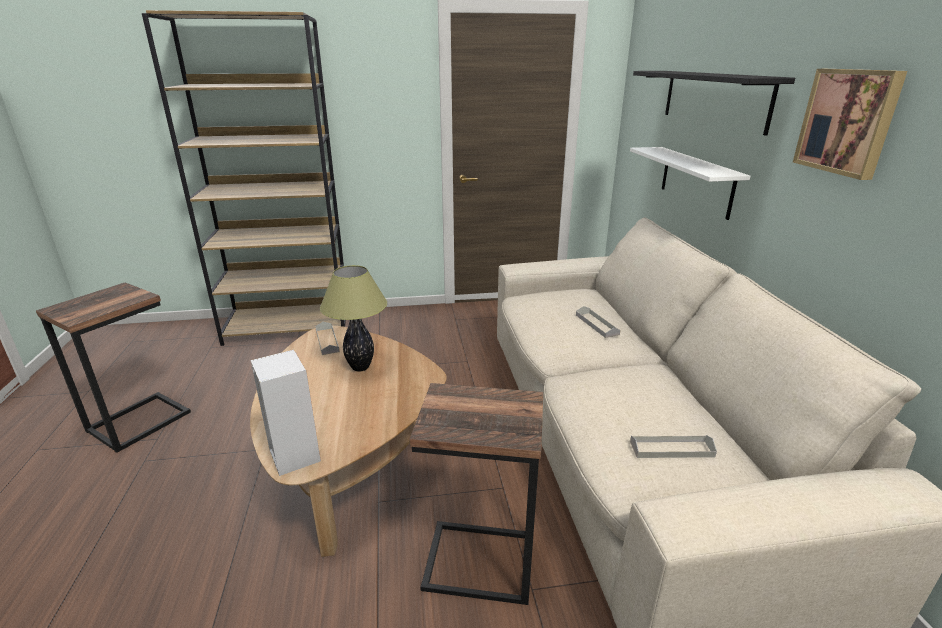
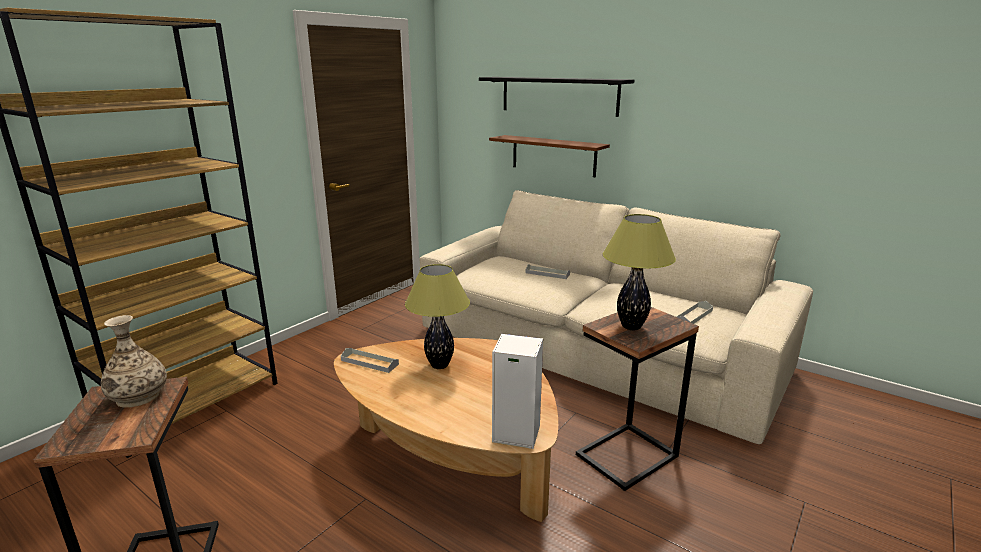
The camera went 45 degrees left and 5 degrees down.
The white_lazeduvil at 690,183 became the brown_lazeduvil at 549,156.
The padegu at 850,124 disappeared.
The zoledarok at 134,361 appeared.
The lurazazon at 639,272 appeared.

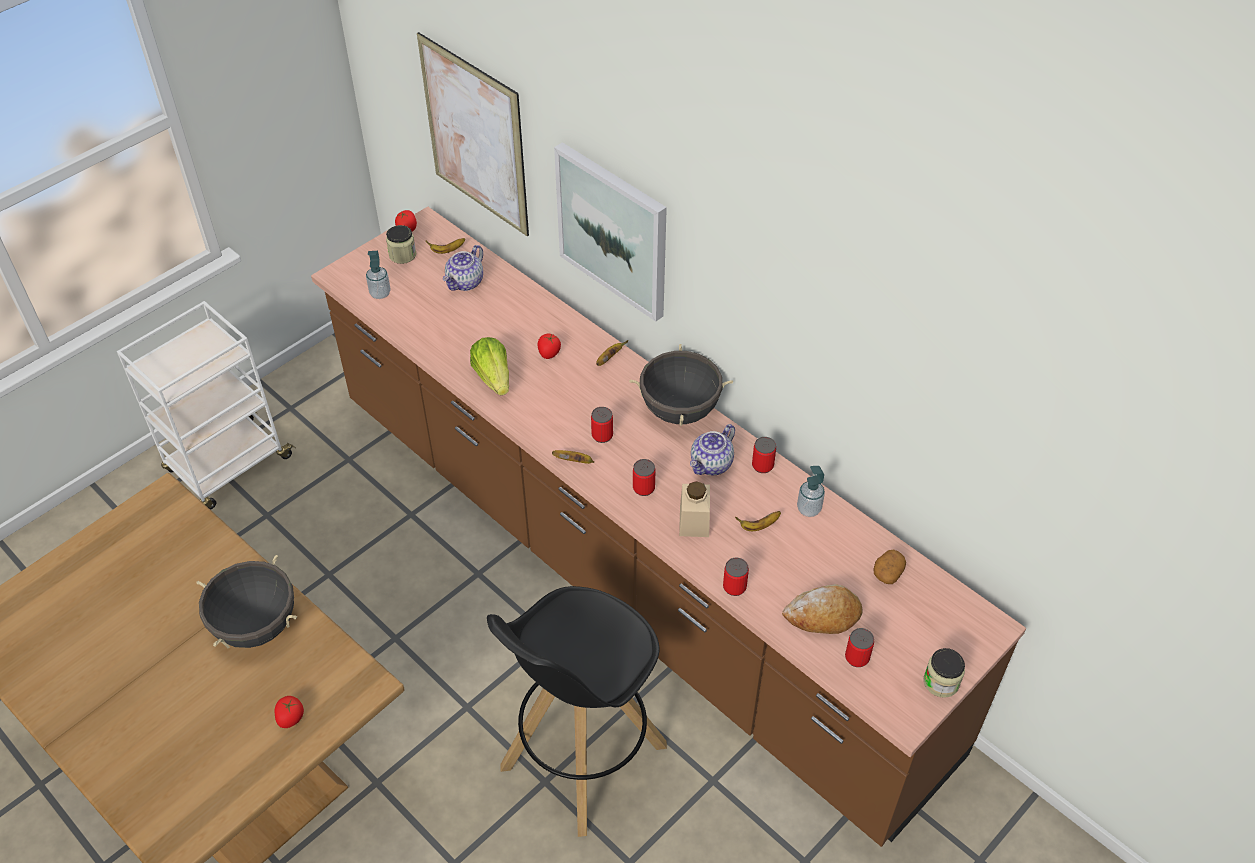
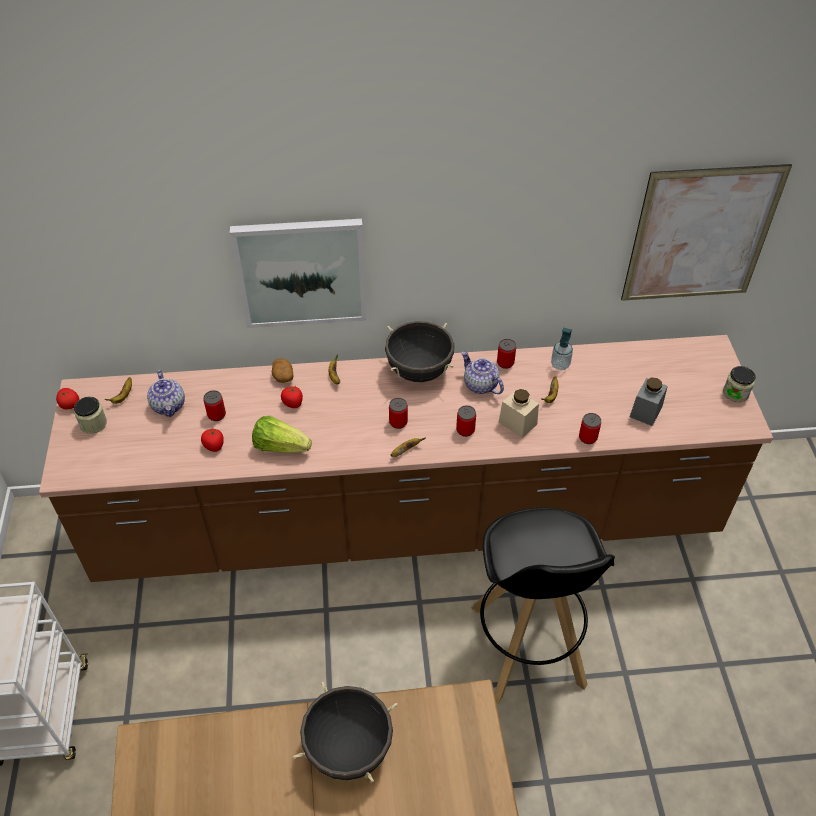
The camera went 50 degrees left and 0 degrees up.
The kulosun moved from 289,712 to 212,440.
The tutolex at 378,275 disappeared.
The padegu moved from 473,134 to 706,232.
The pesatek at 712,449 turned 150 degrees clockwise.
The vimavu at 822,609 was replaced by the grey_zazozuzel at 649,402.
The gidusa moved from 859,647 to 215,405.
The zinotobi moved from 889,566 to 282,371.

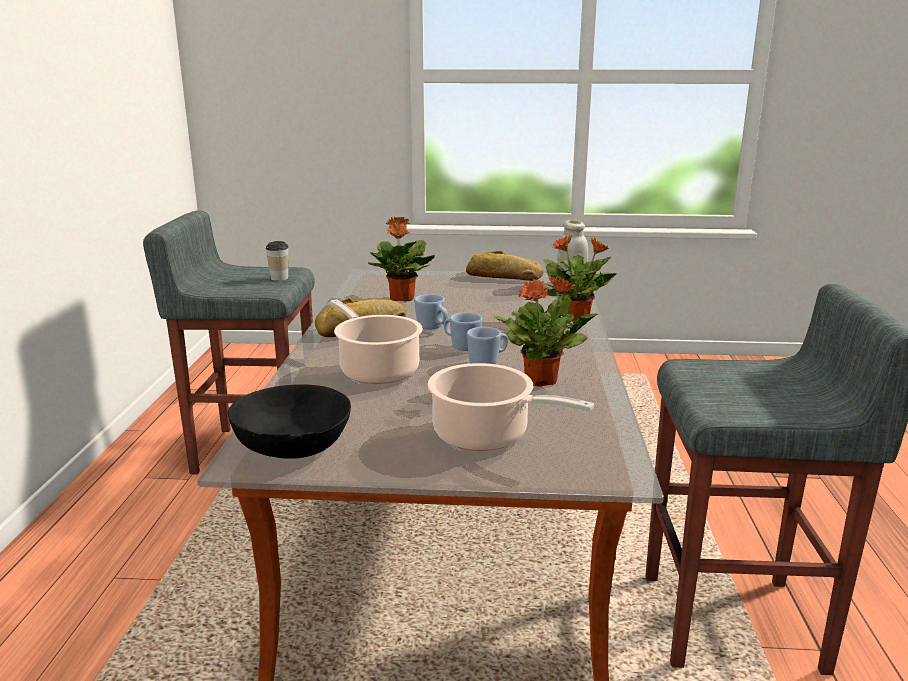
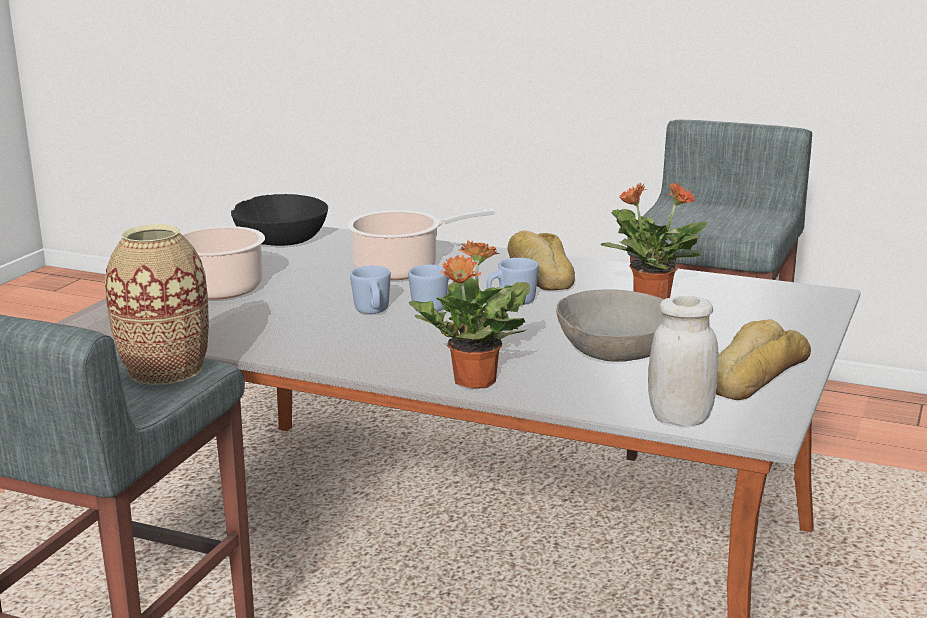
The camera went 110 degrees right and 0 degrees up.
The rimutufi at 277,261 disappeared.
The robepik at 545,332 disappeared.
The zoledarok at 157,304 appeared.
The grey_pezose at 610,325 appeared.

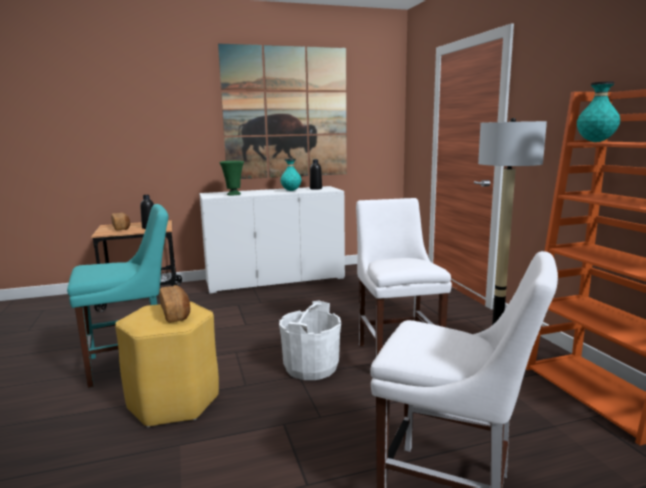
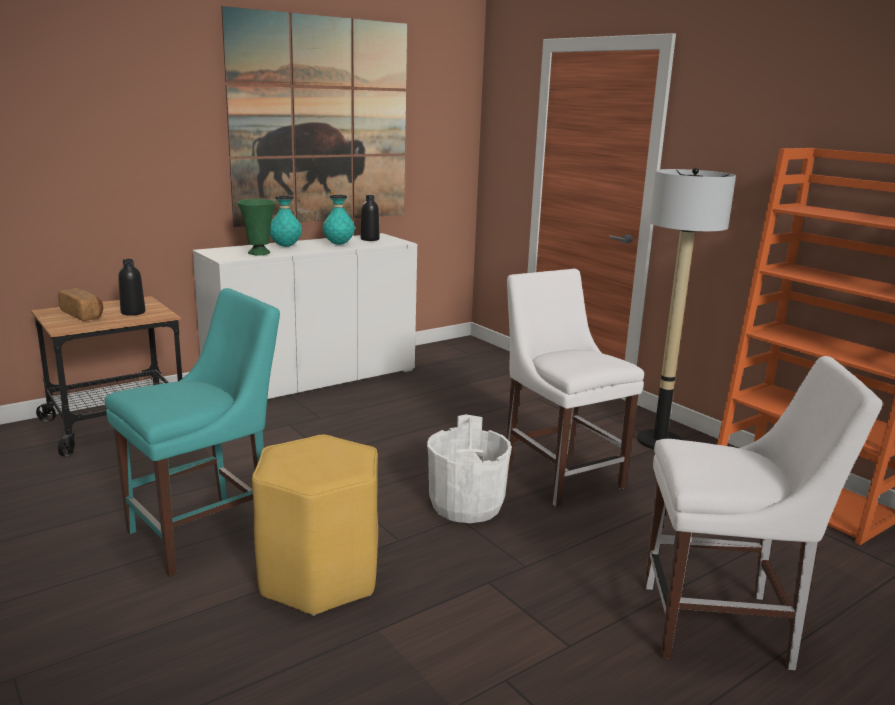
The camera went 20 degrees left and 5 degrees up.
The vimavu at 174,304 disappeared.
The turquoise_zoledarok moved from 599,112 to 286,221.

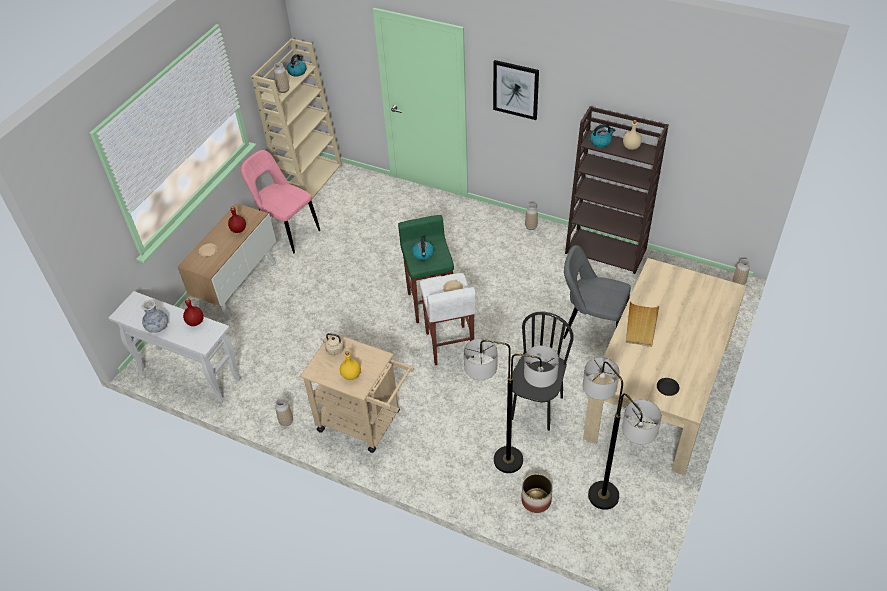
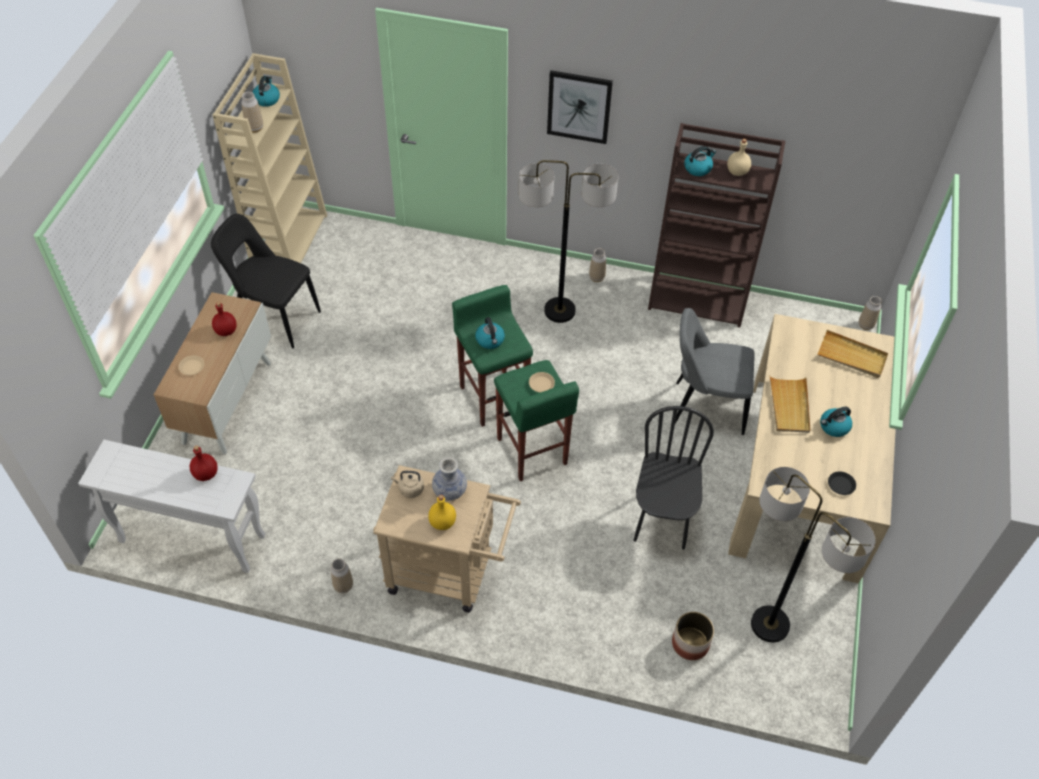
The camera went 15 degrees left and 5 degrees up.
The zoledarok moved from 155,316 to 449,479.
The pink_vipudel at 280,202 became the black_vipudel at 266,281.
The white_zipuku at 448,319 became the green_zipuku at 536,421.
The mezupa moved from 511,405 to 568,241.
The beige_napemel at 852,354 appeared.
The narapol at 836,422 appeared.

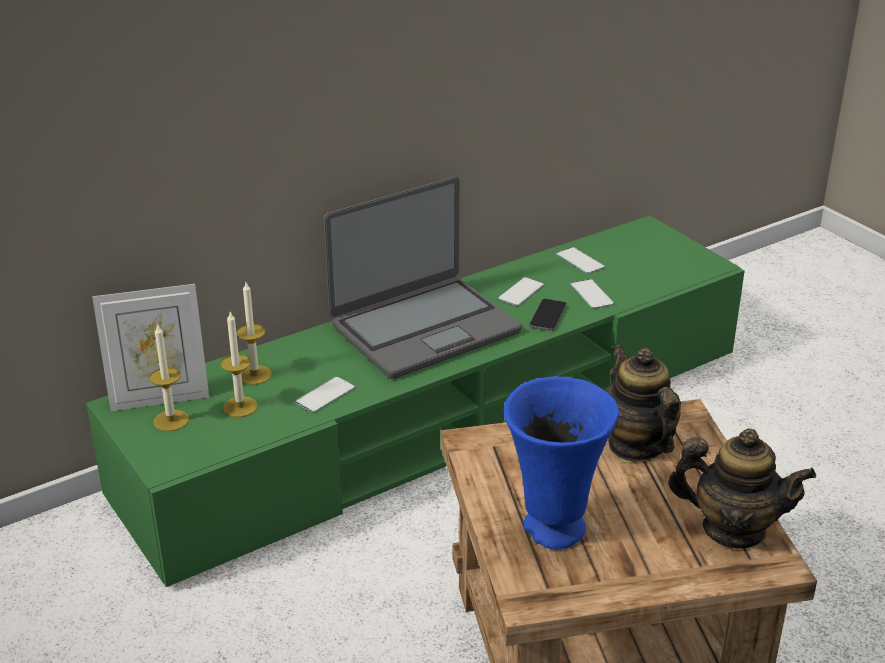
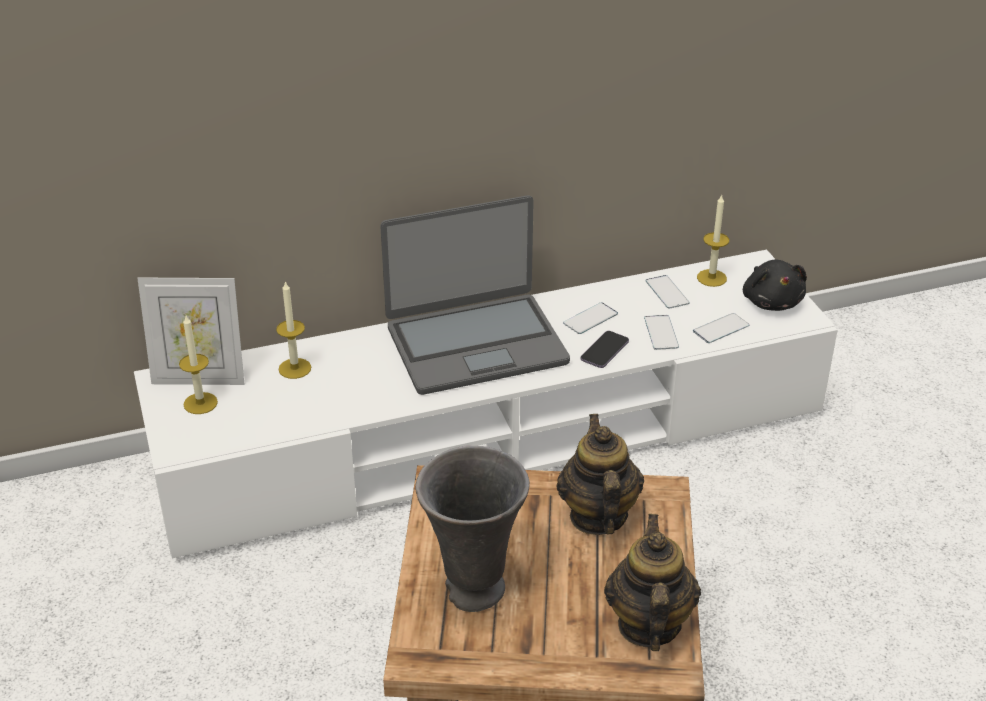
The camera went 15 degrees right and 5 degrees up.
The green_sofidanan at 415,401 became the white_sofidanan at 486,404.
The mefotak moved from 239,364 to 713,240.
The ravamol moved from 325,395 to 721,328.
The blue_zoledarok at 561,462 became the grey_zoledarok at 472,529.
The pesatek at 742,488 turned 120 degrees counterclockwise.
The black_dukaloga at 775,285 appeared.

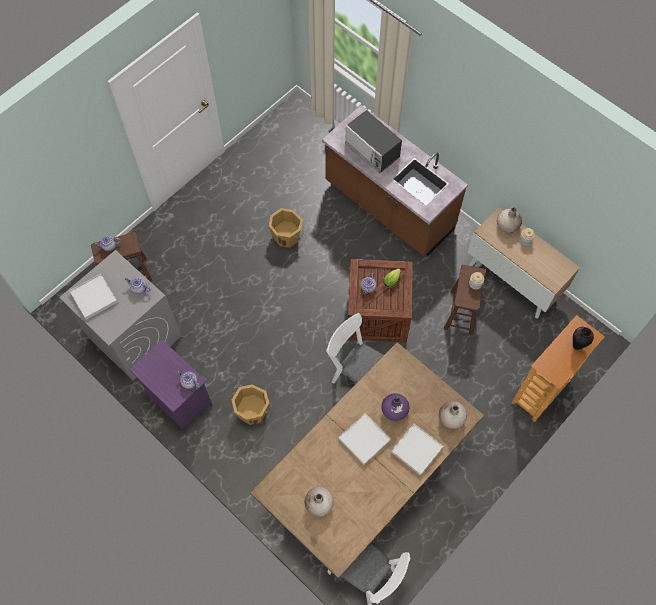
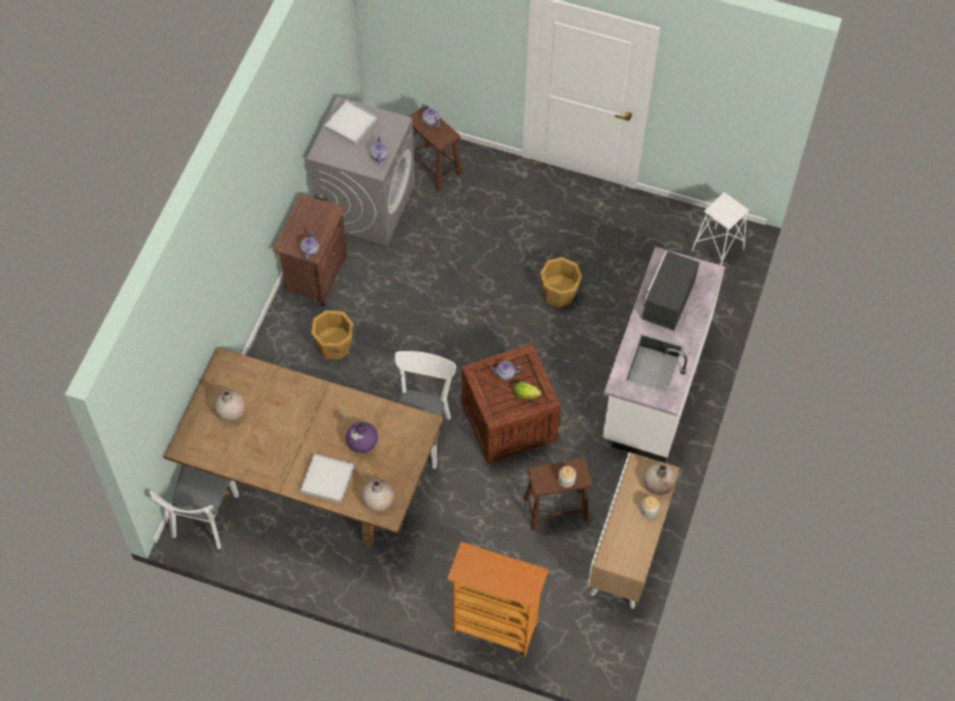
The camera went 65 degrees right and 5 degrees down.
The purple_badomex at 171,384 became the brown_badomex at 310,250.
The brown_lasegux at 395,181 became the white_lasegux at 663,355.
The white_napemel at 364,439 disappeared.
The zoledarok at 583,338 disappeared.
The white_zipuku at 720,229 appeared.

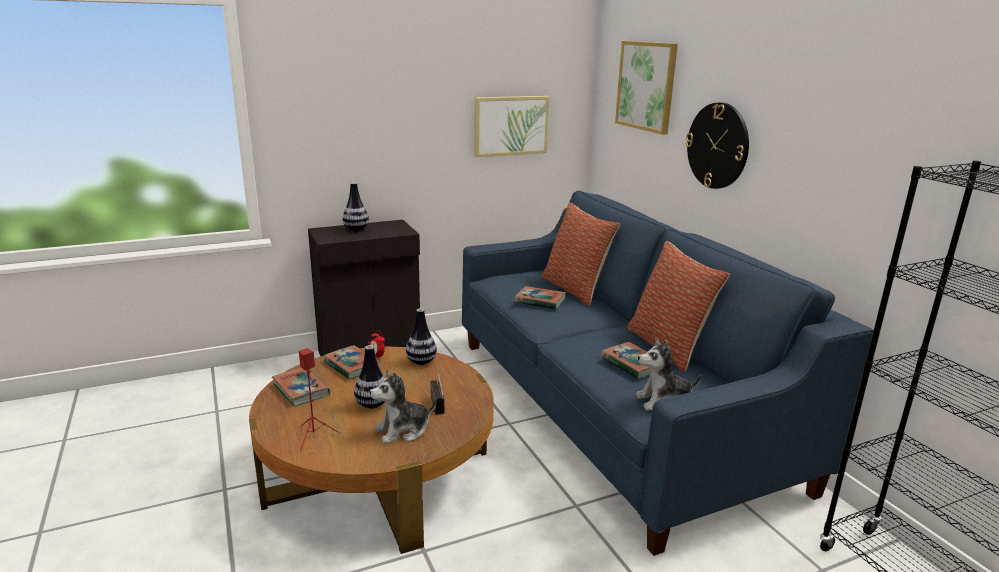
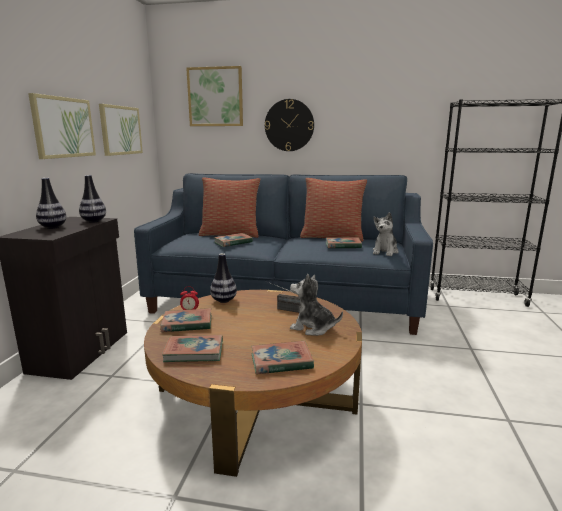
The camera went 55 degrees left and 5 degrees down.
The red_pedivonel at 320,399 was replaced by the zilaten at 283,357.
The zoledarok moved from 369,377 to 92,199.
The dukaloga at 403,406 turned 105 degrees clockwise.
The padegu at 62,126 appeared.

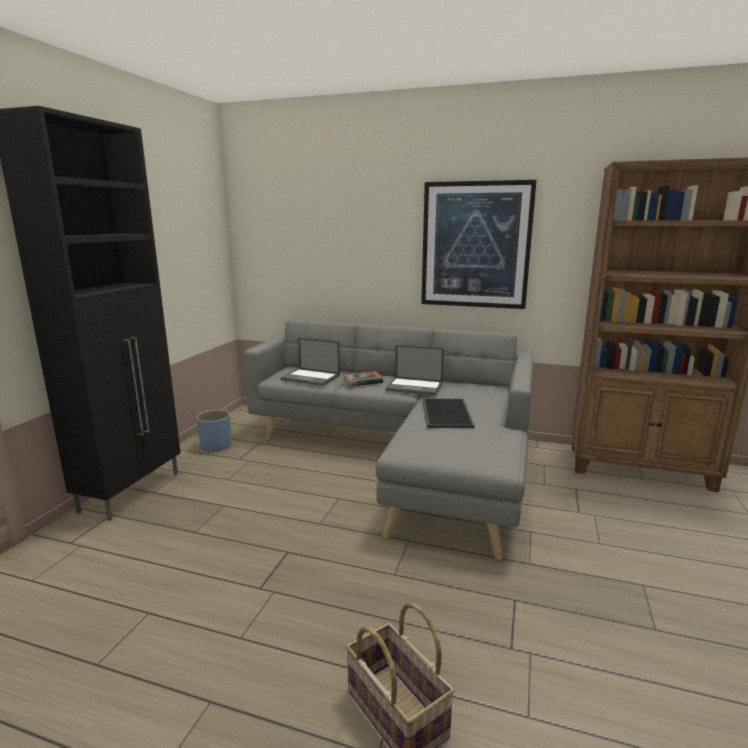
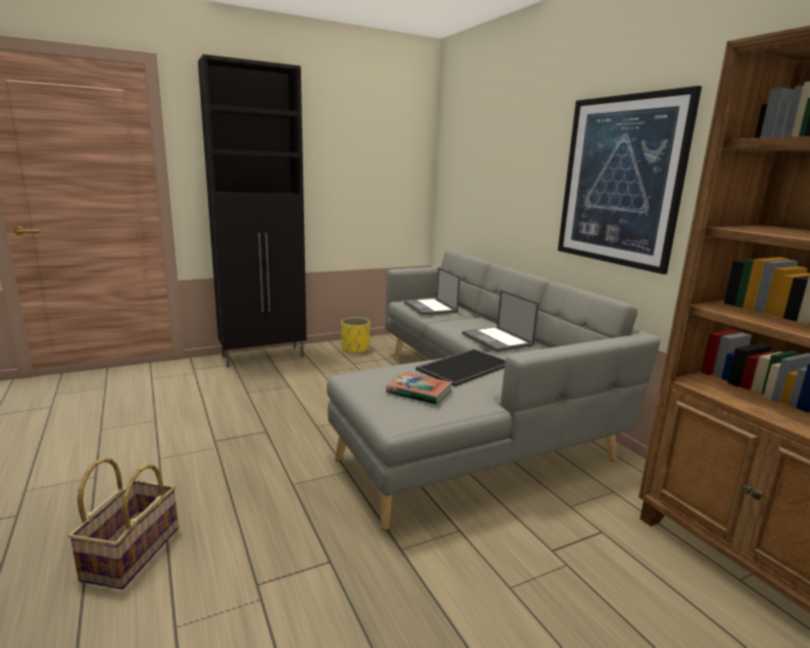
The camera went 45 degrees right and 0 degrees up.
The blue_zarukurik at 214,431 became the yellow_zarukurik at 355,335.
The zilaten moved from 363,379 to 419,388.

